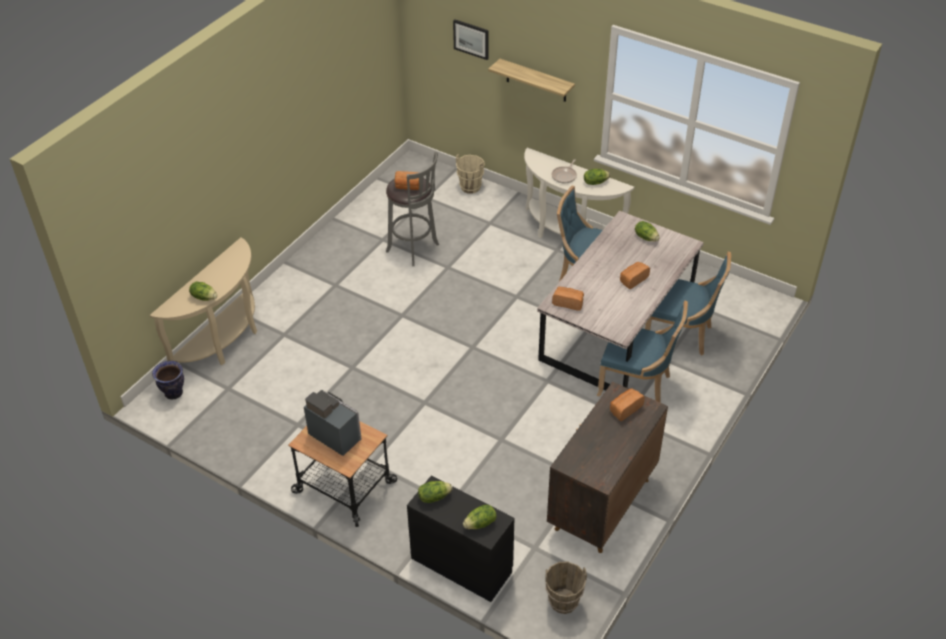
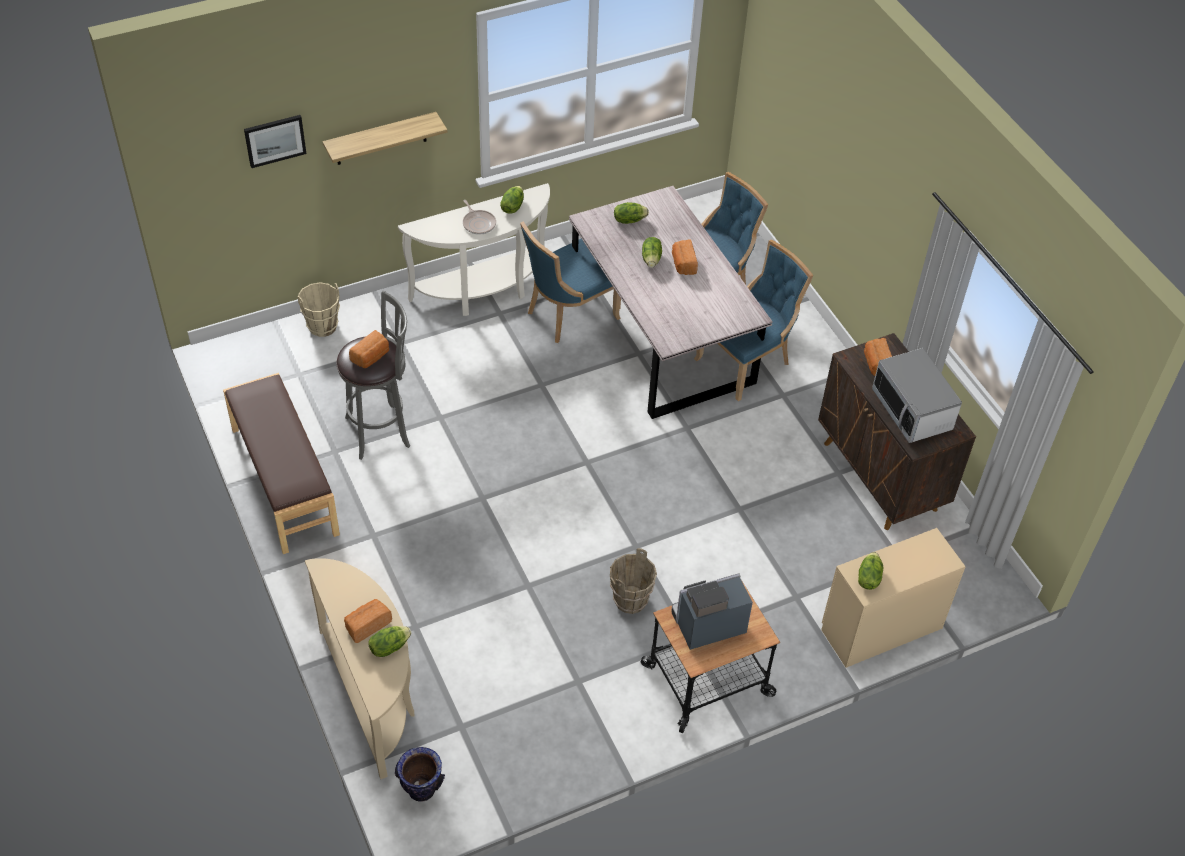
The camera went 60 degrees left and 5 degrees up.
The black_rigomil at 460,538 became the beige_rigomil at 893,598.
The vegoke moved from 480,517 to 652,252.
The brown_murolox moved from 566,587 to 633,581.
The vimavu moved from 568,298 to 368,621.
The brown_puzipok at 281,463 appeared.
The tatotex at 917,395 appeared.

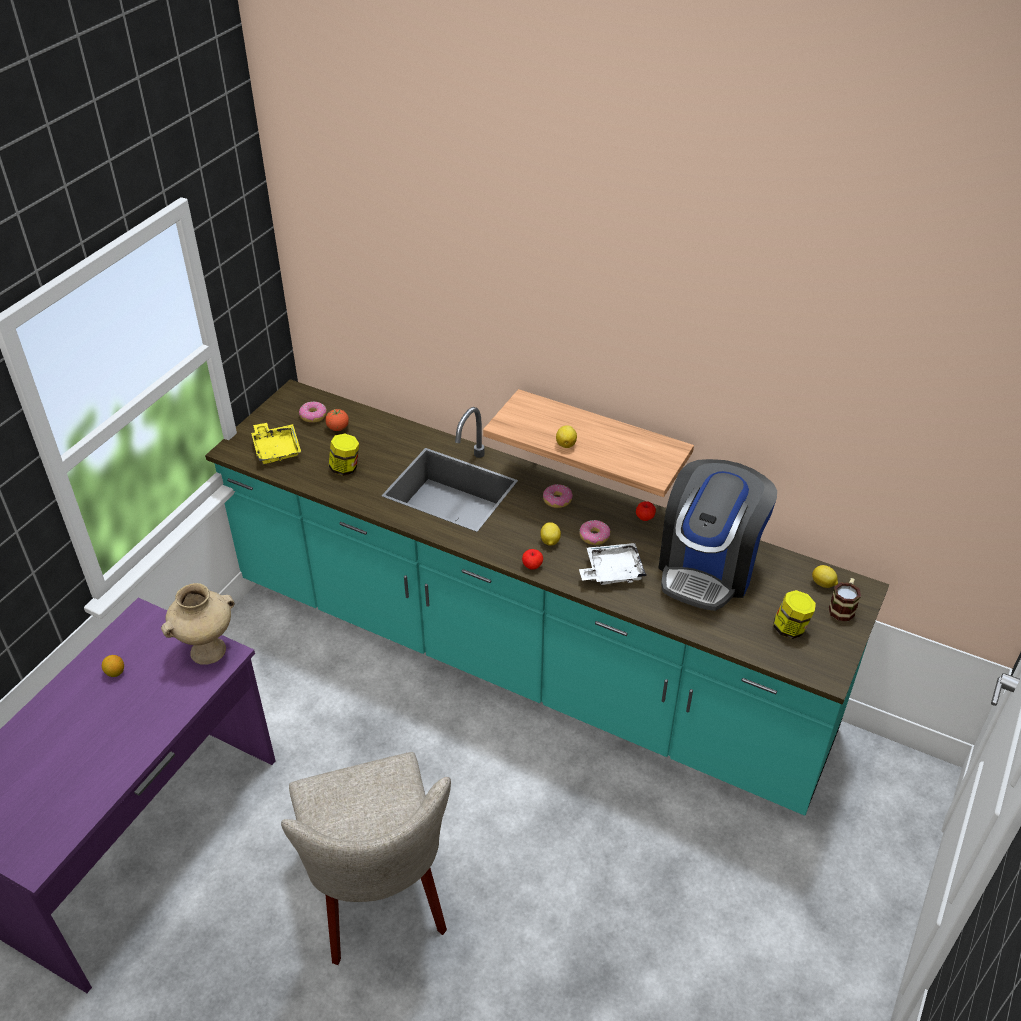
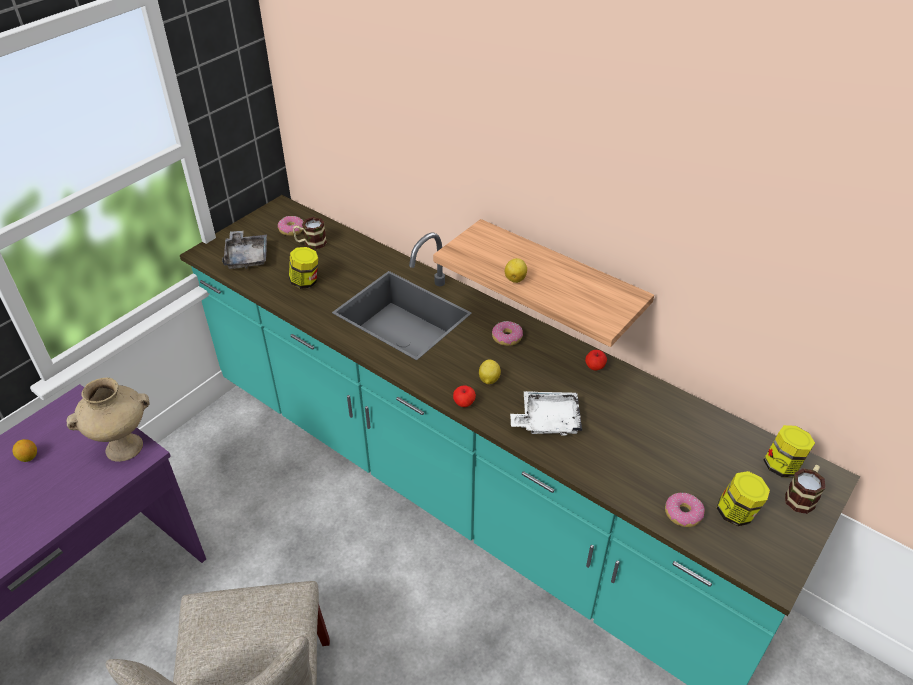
The camera went 10 degrees right and 0 degrees up.
The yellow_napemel at 276,443 became the grey_napemel at 244,249.
The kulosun at 337,420 was replaced by the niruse at 310,233.
The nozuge moved from 595,532 to 685,510.
The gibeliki at 718,535 disappeared.
The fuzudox at 825,576 was replaced by the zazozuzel at 789,451.

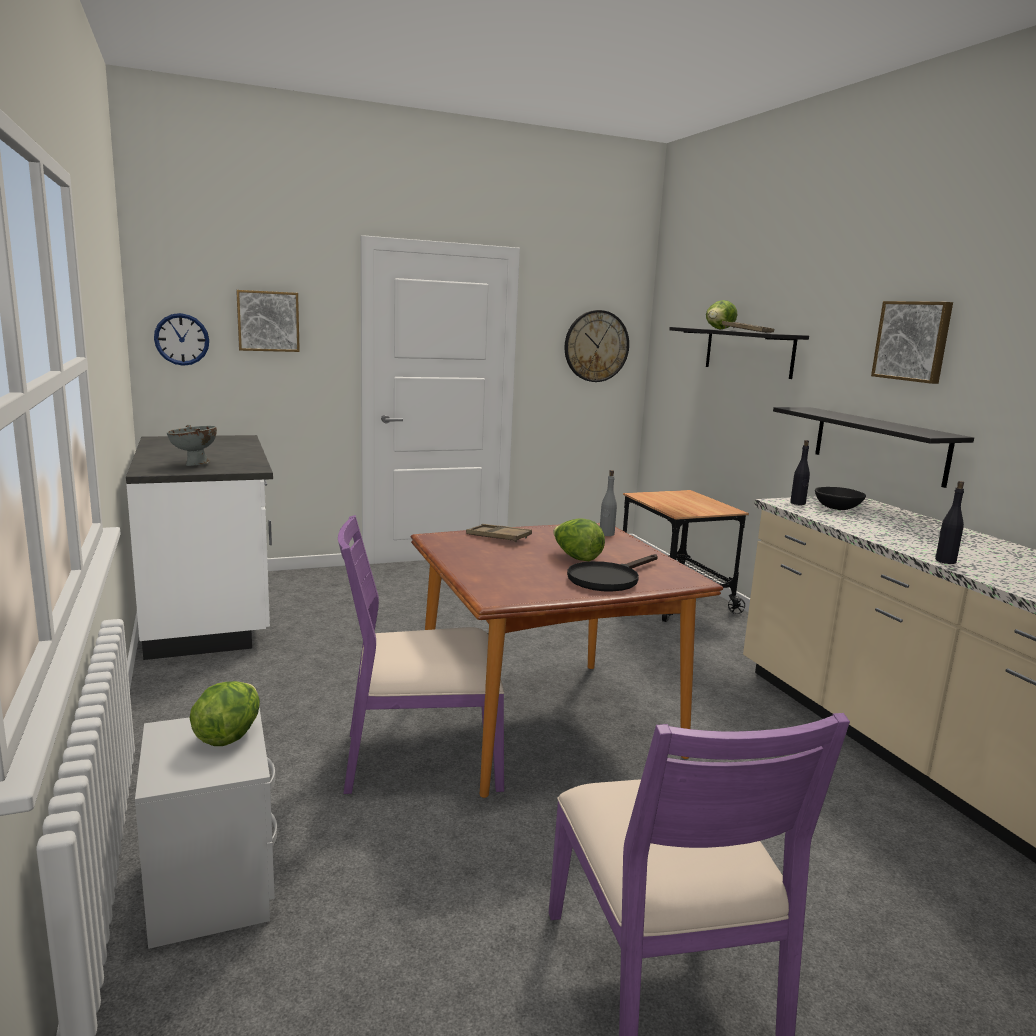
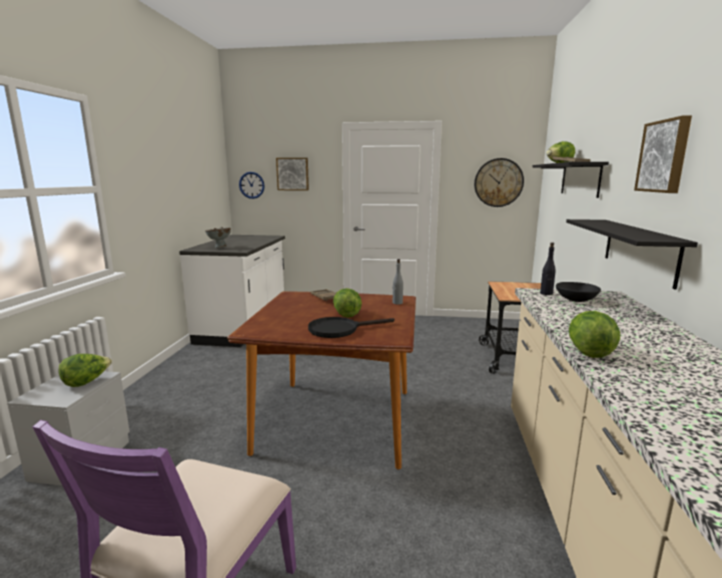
The camera went 30 degrees right and 0 degrees up.
The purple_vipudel at 421,654 disappeared.
The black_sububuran at 949,522 was replaced by the vegoke at 594,334.

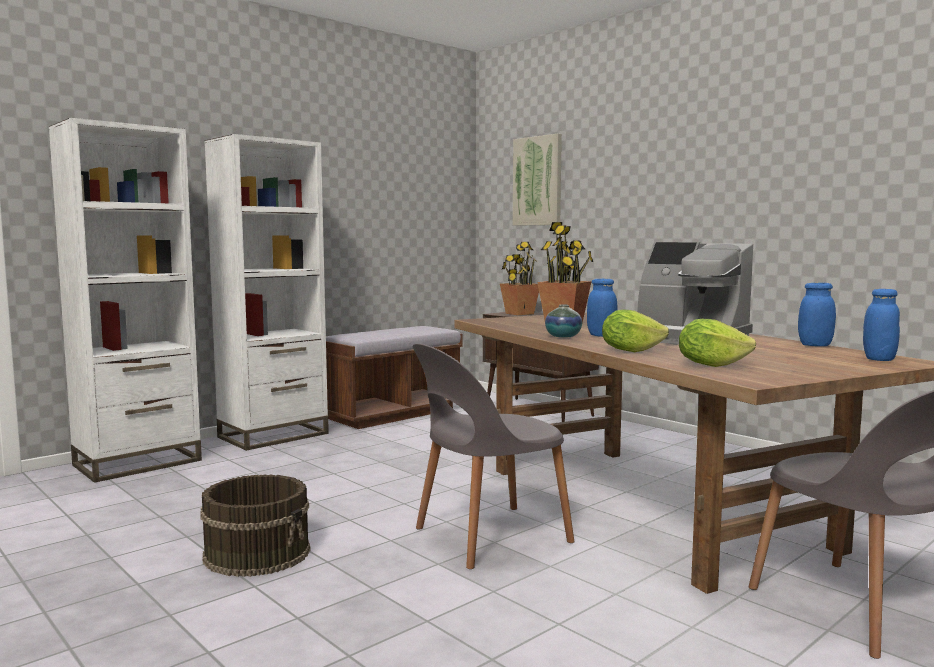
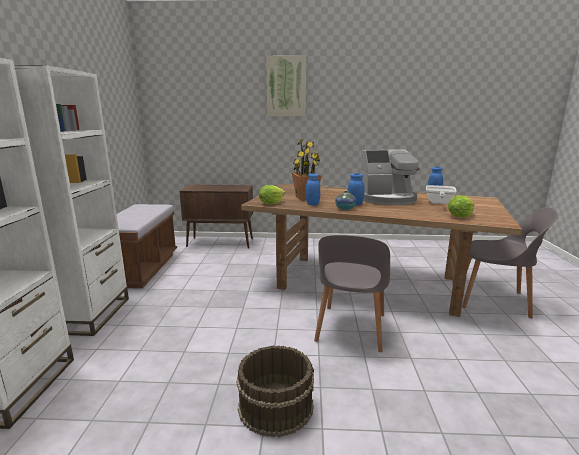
The camera went 45 degrees left and 10 degrees up.
The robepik at 519,278 disappeared.
The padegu moved from 537,180 to 286,85.
The vegoke moved from 635,330 to 272,194.
The blue_zazozuzel moved from 881,325 to 313,189.
The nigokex at 441,194 appeared.

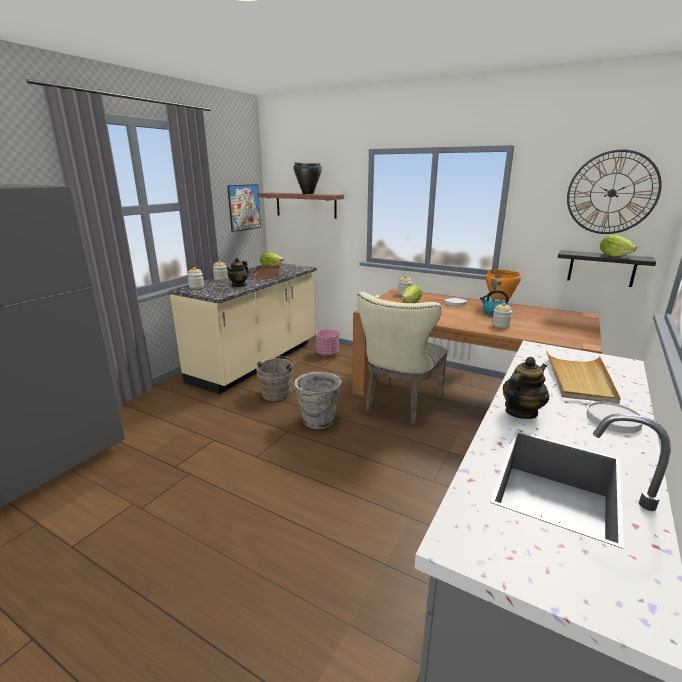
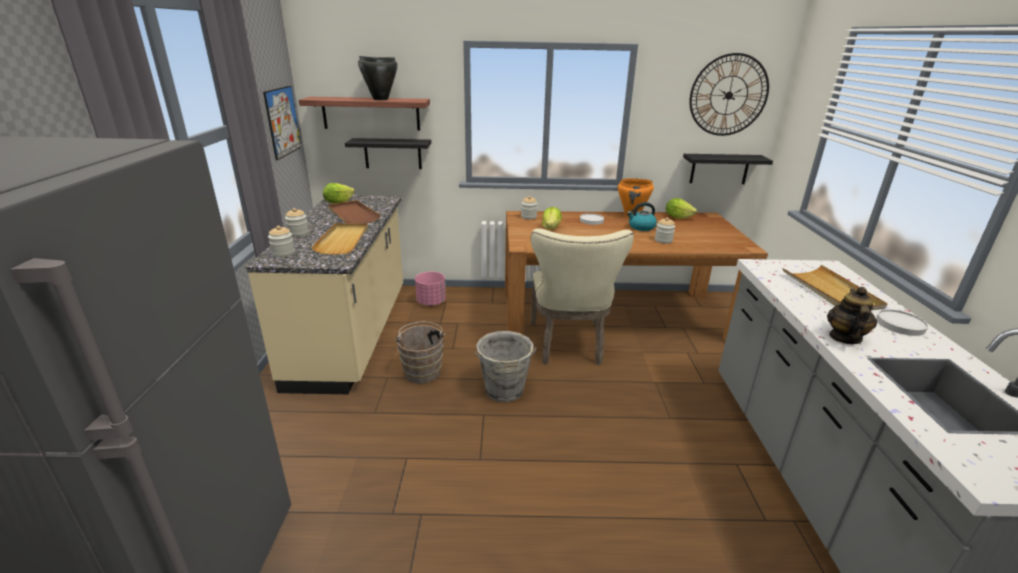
The camera went 30 degrees left and 5 degrees up.
The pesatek at 237,272 was replaced by the beige_napemel at 339,239.
The vegoke moved from 618,245 to 681,208.
The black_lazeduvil at 388,153 appeared.

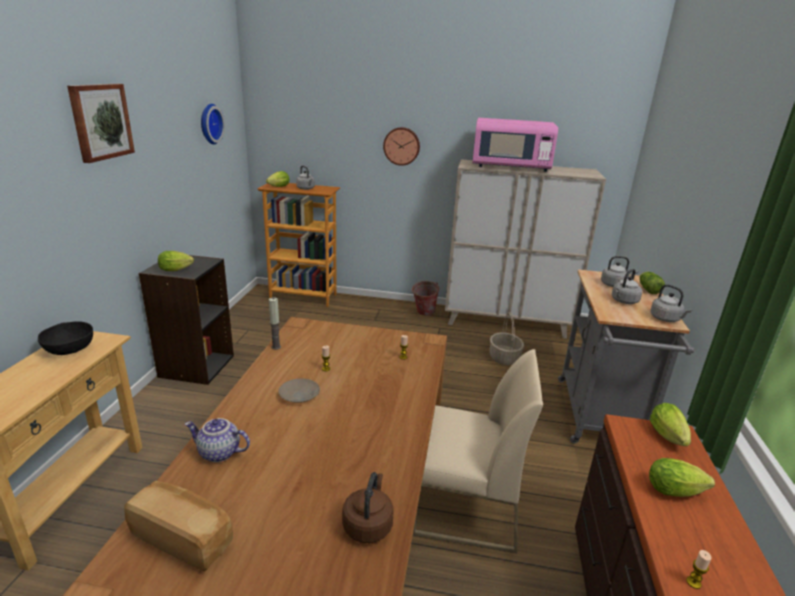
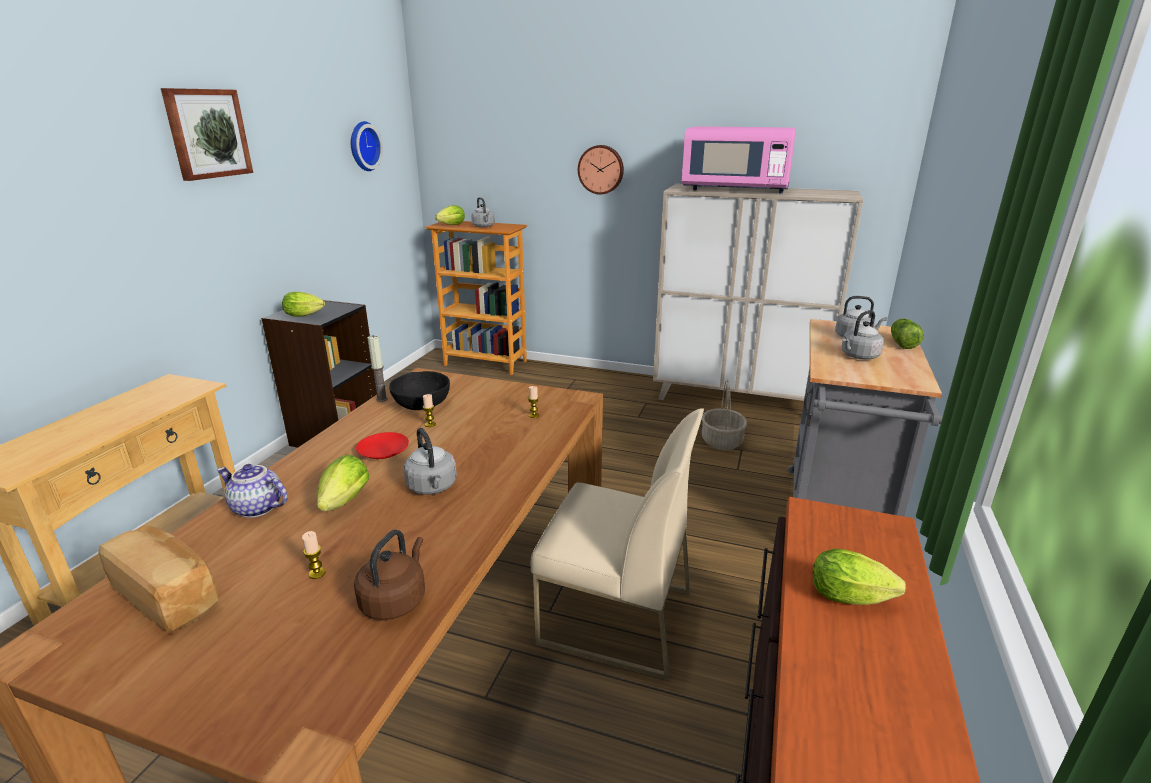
The camera went 10 degrees right and 0 degrees up.
The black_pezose moved from 65,338 to 419,390.
The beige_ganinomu at 299,390 became the red_ganinomu at 382,445.
The murolox at 425,298 disappeared.
The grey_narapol moved from 671,303 to 430,461.
The vegoke moved from 670,424 to 343,483.
The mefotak moved from 699,569 to 314,555.

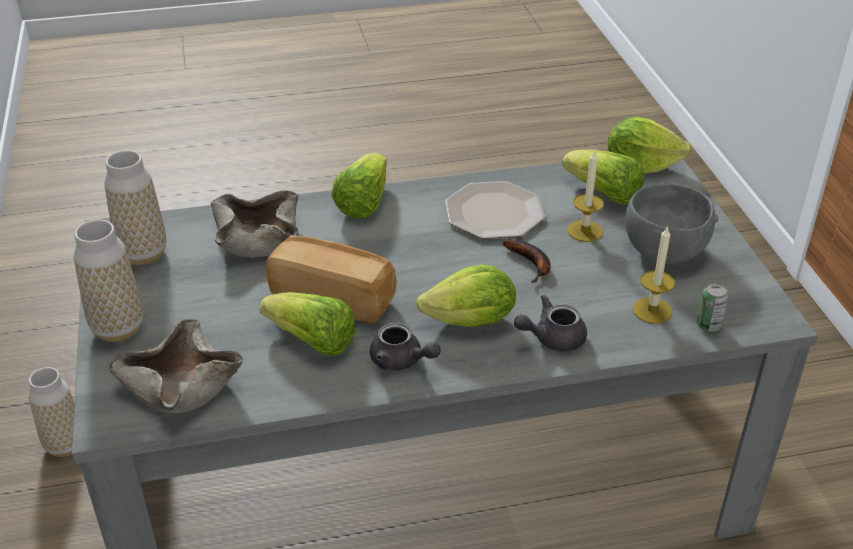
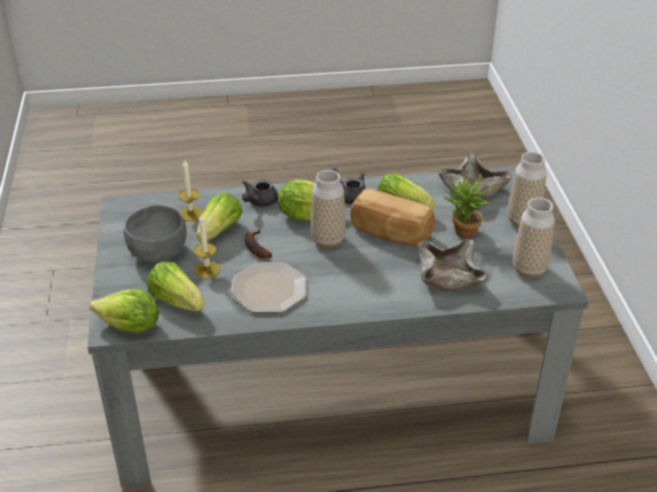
The camera went 175 degrees left and 0 degrees up.
The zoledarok moved from 52,412 to 328,209.
The vegoke moved from 359,185 to 219,217.
The grey_pesatek at 550,323 turned 135 degrees clockwise.
The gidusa at 712,307 disappeared.
The robepik at 468,206 appeared.

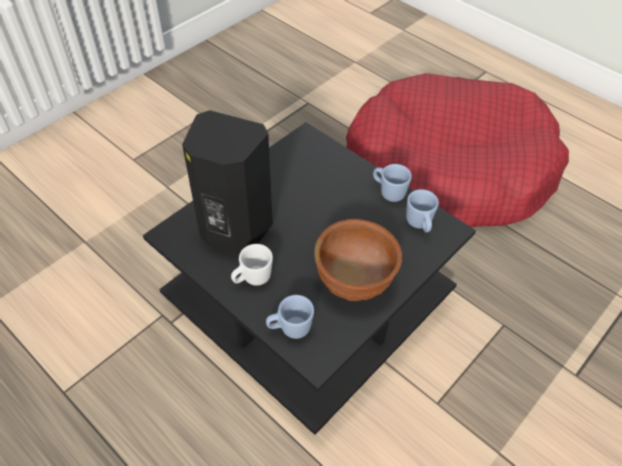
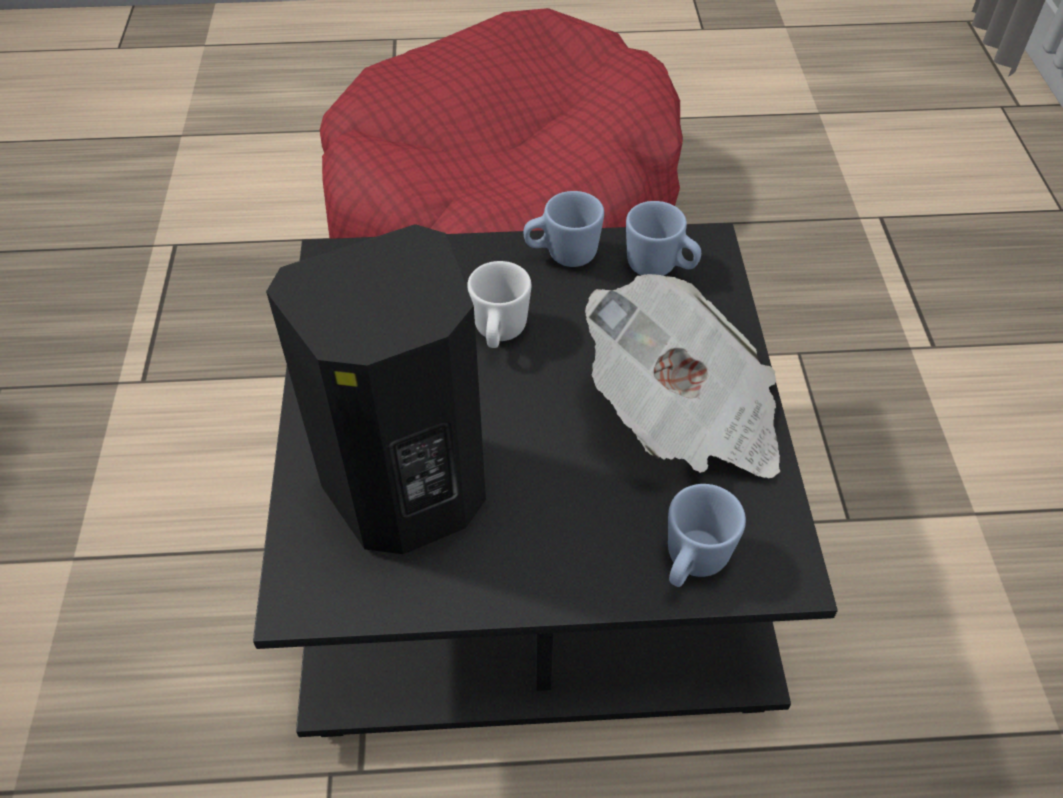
The camera went 45 degrees left and 0 degrees up.
The white_niruse moved from 252,265 to 499,304.
The brown_pezose at 358,260 was replaced by the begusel at 682,376.

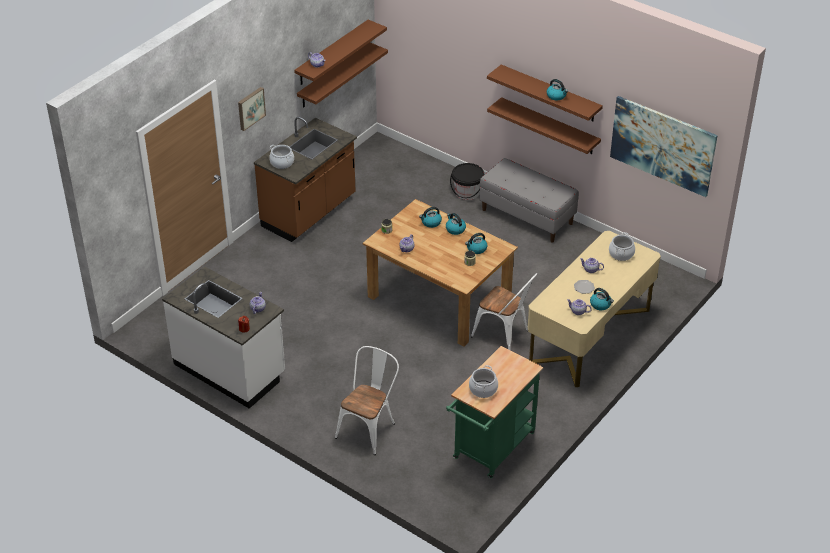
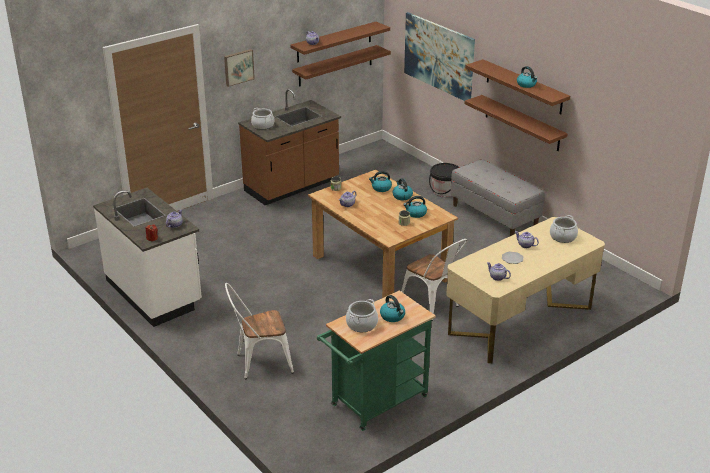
The camera went 15 degrees right and 10 degrees down.
The white_vipudel at 367,400 turned 150 degrees counterclockwise.
The narapol moved from 602,299 to 392,308.
The padegu moved from 664,146 to 439,56.

